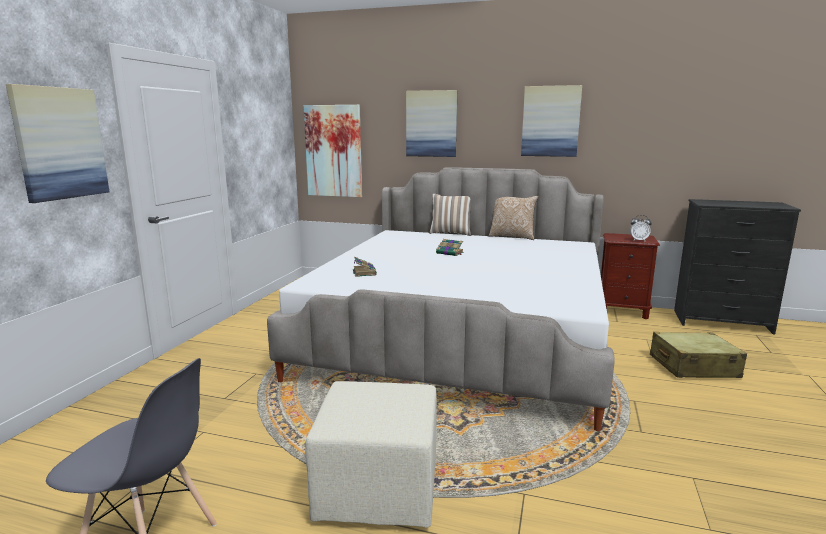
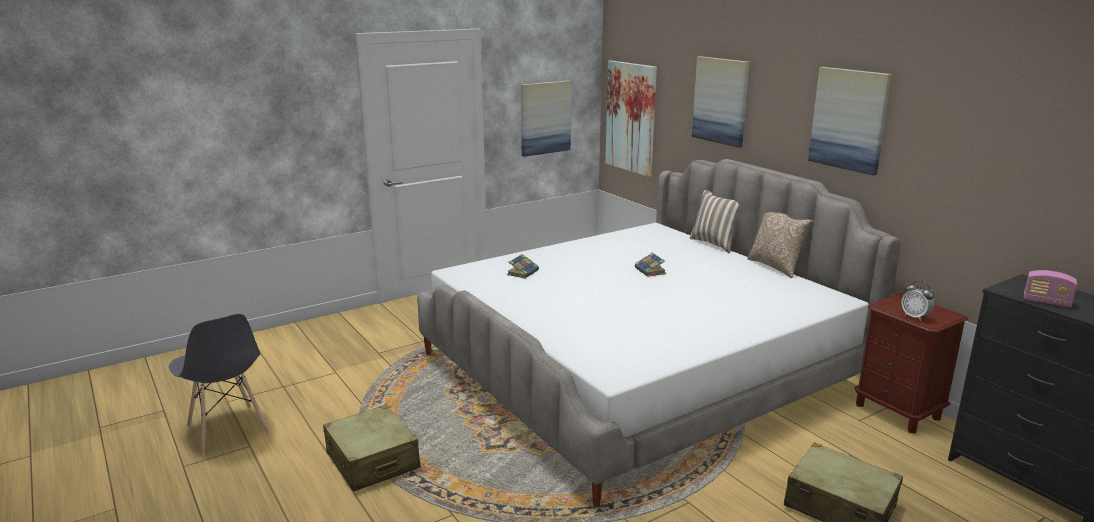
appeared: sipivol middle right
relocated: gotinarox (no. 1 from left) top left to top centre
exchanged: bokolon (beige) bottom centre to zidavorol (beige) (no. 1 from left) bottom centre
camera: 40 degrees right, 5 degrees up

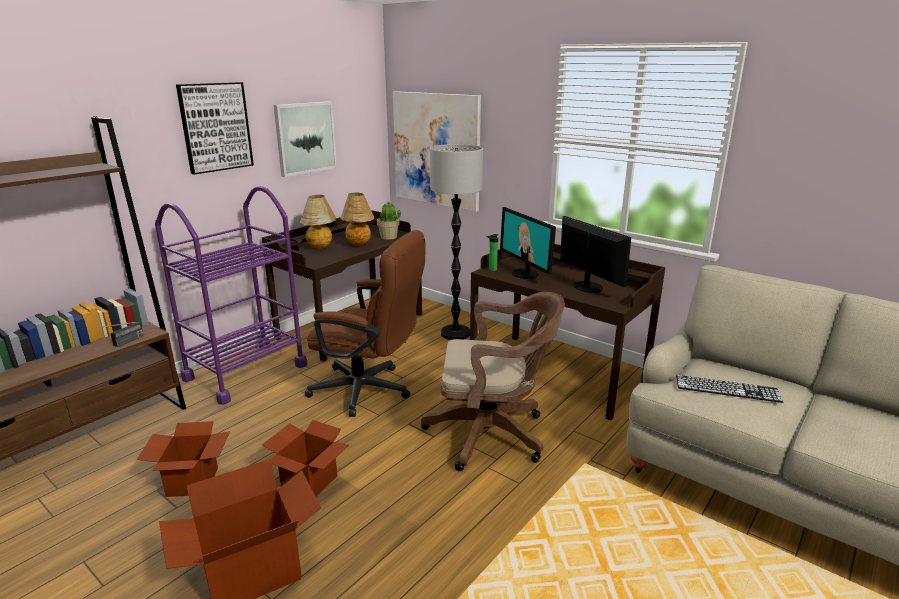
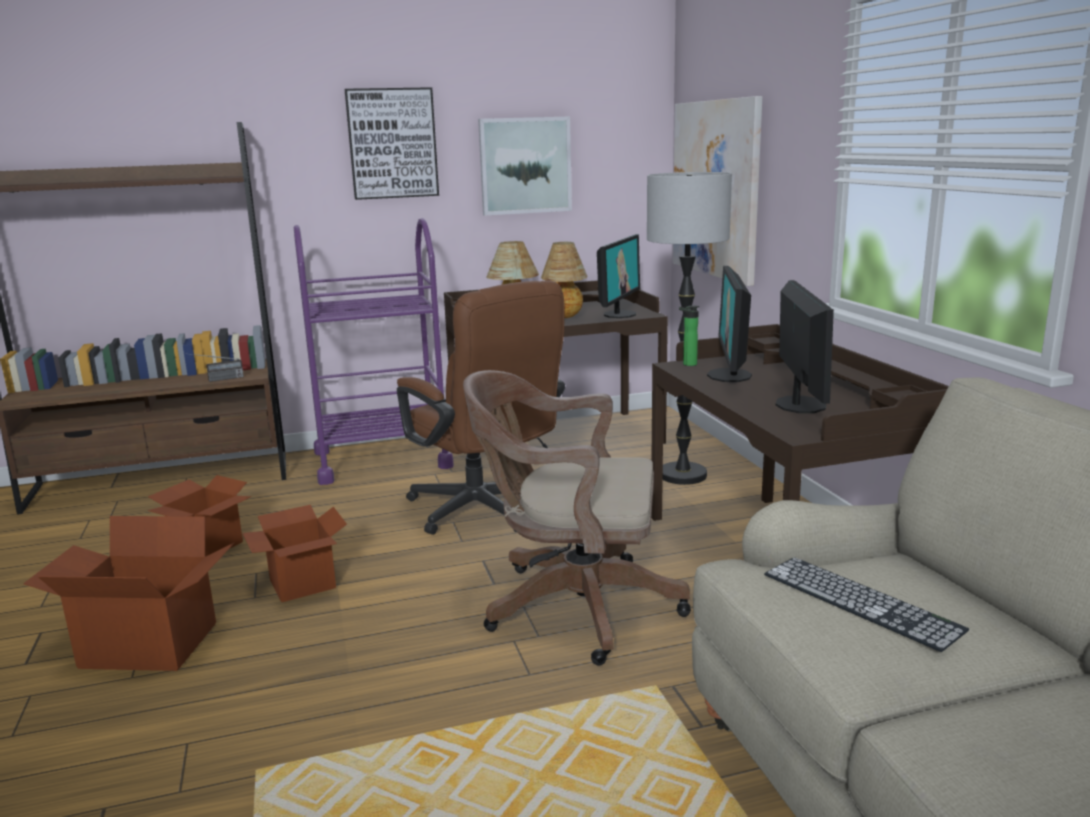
exchanged: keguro centre to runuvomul (no. 1 from left) centre
spun: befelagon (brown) (no. 2 from left) centre = centre 150 degrees clockwise
camera: 35 degrees right, 5 degrees down

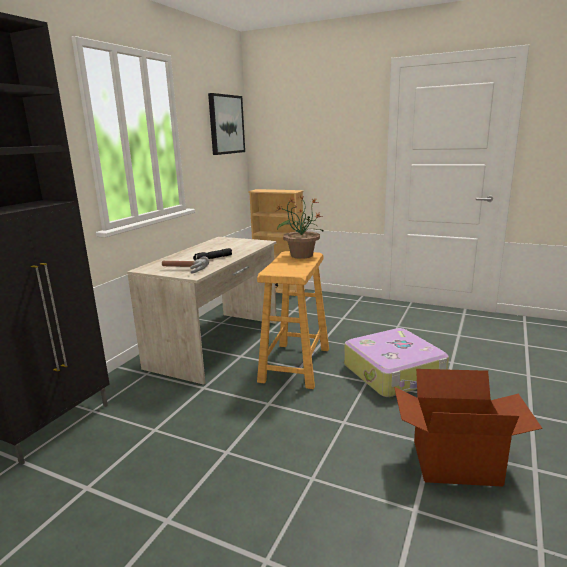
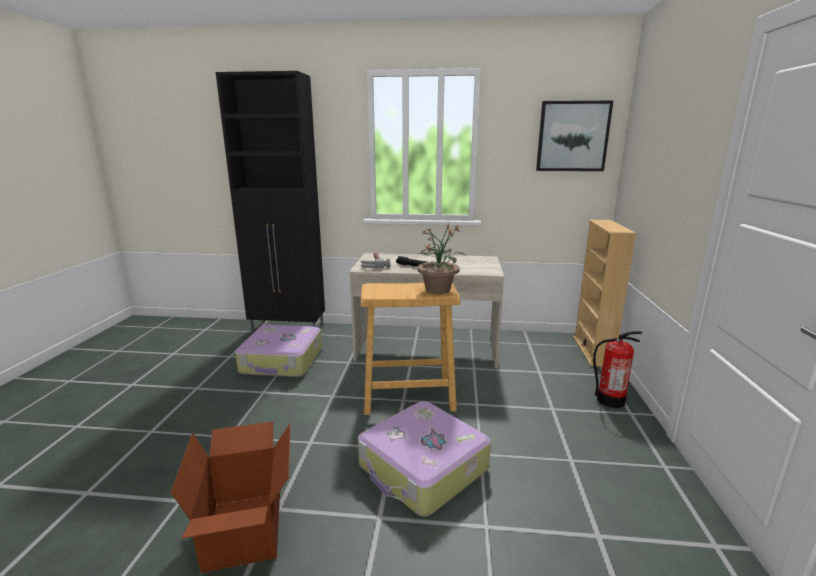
appeared: zidavorol (no. 1 from left) centre; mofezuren middle right
camera: 70 degrees right, 0 degrees up

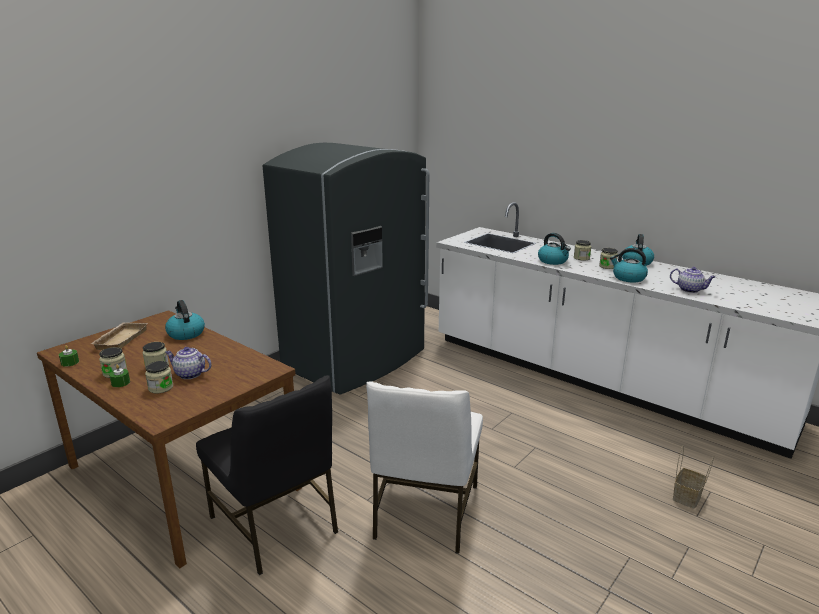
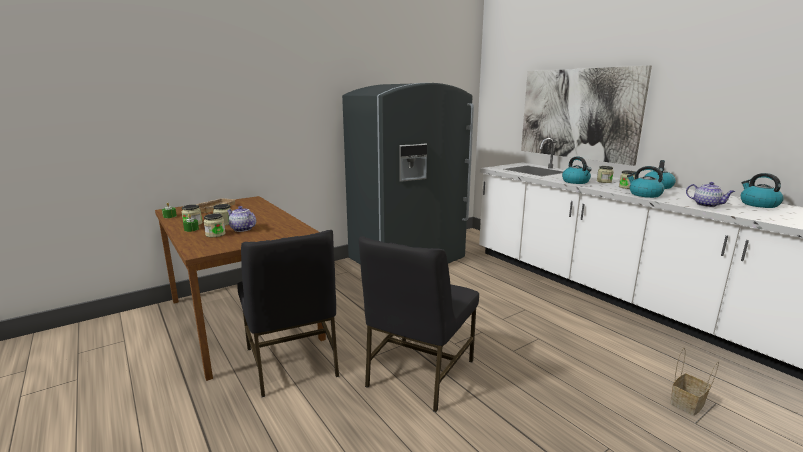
appeared: gotinarox top right
relocated: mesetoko (no. 1 from left in the first image) middle left to mesetoko (no. 4 from left) middle right
colour: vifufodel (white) bottom centre to vifufodel (black) (no. 2 from left) bottom centre
camera: 15 degrees right, 5 degrees down

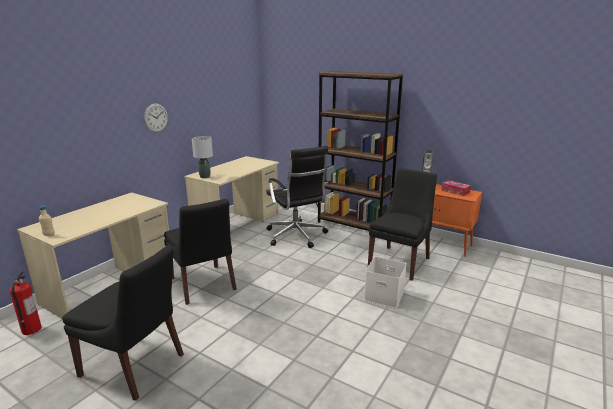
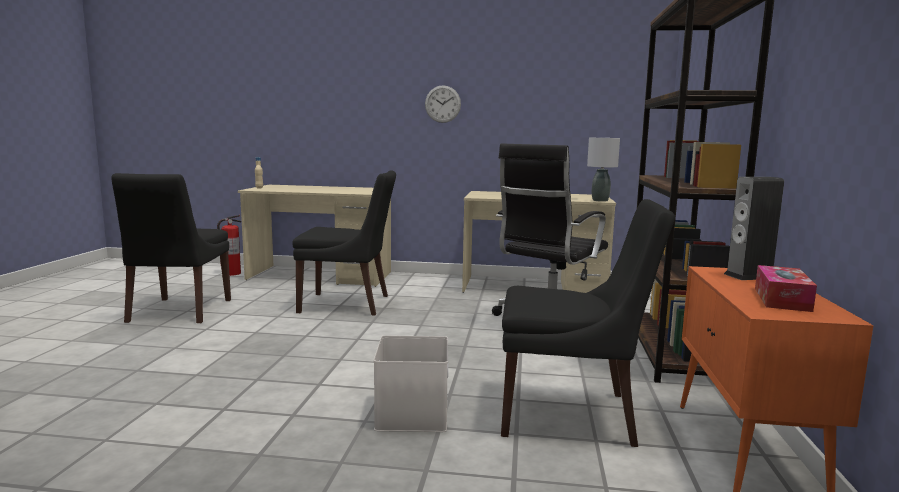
relocated: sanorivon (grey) middle left to middle right
spun: vifufodel (black) (no. 2 from left) middle left = centre 120 degrees counterclockwise
camera: 65 degrees right, 10 degrees down

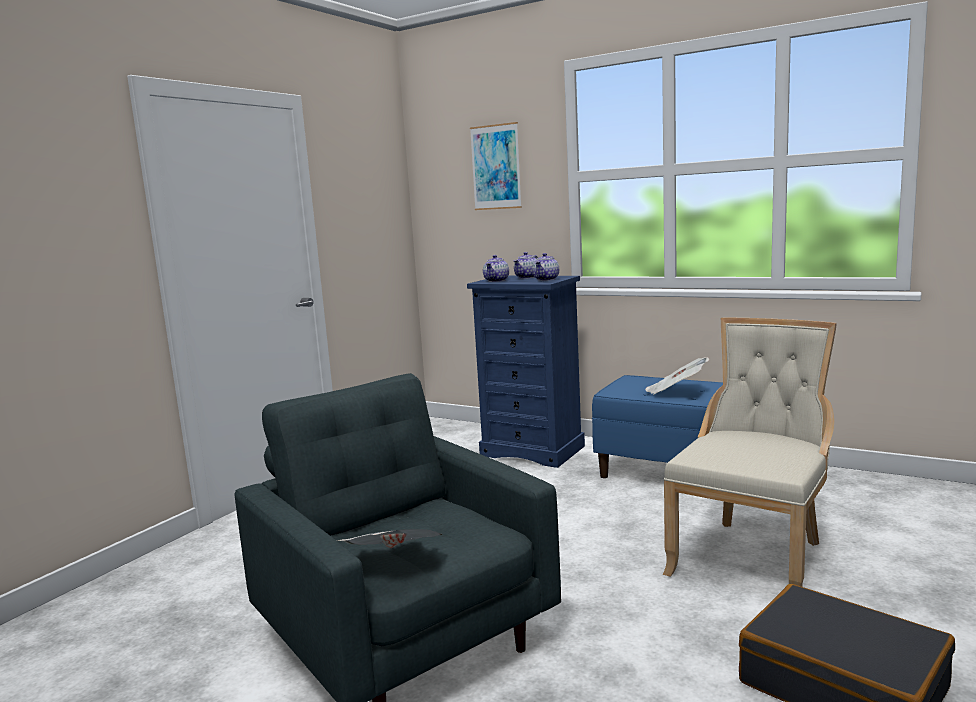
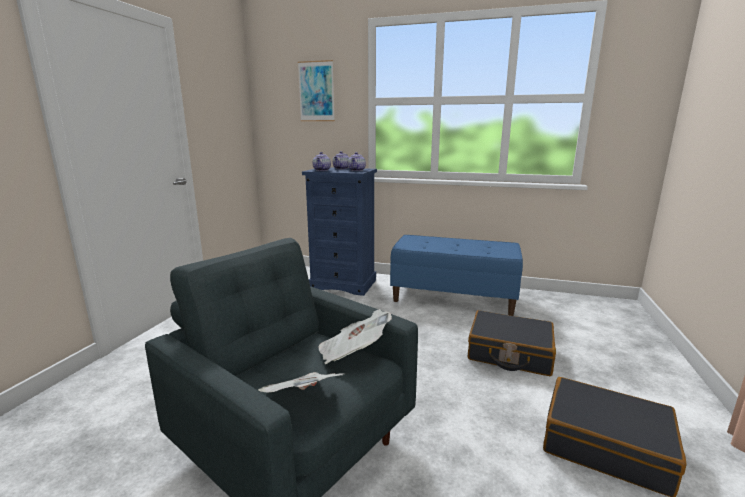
relocated: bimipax (no. 2 from left) middle right to bottom centre
exchanged: vifufodel (beige) middle right to zidavorol (black) (no. 1 from left) bottom right
camera: 15 degrees left, 5 degrees up

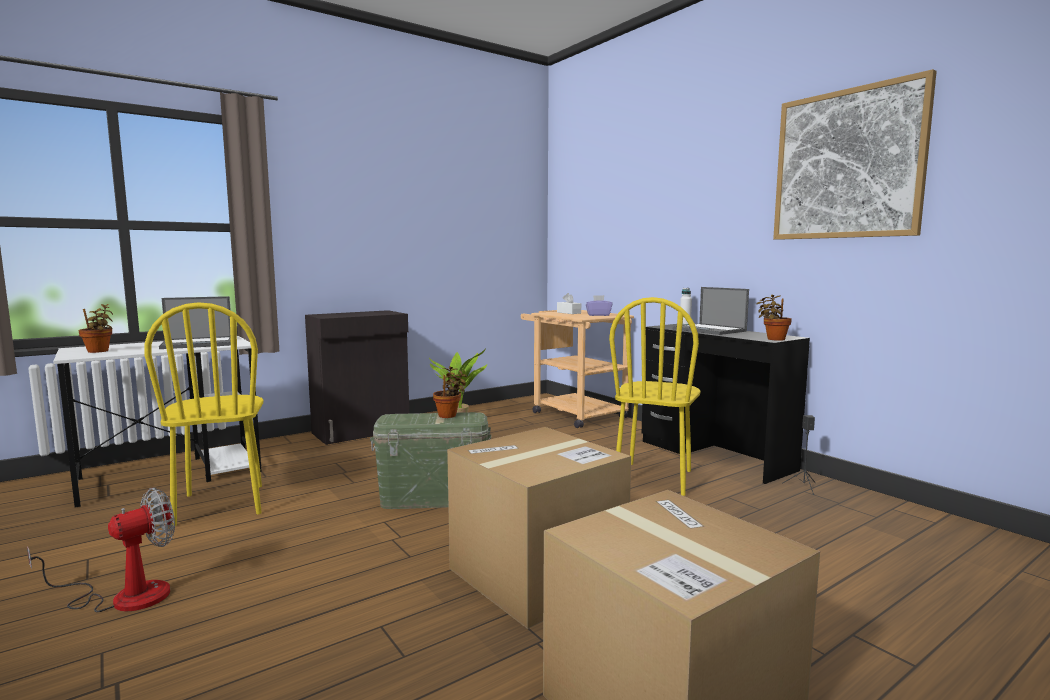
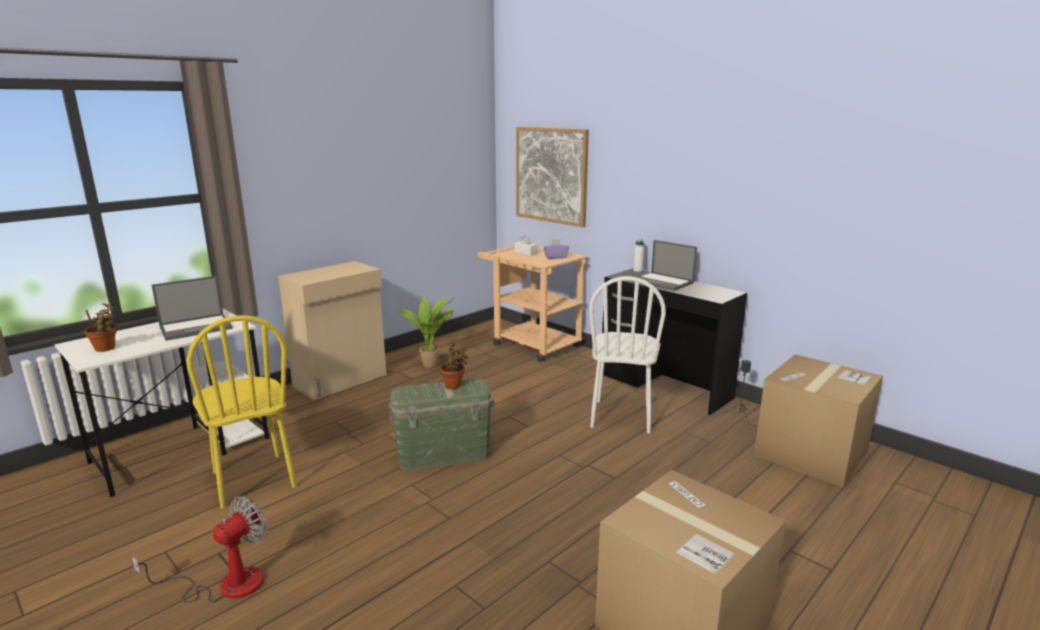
missing: keguro (no. 4 from left) middle right
relocated: gotinarox top right to top centre; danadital (no. 1 from left in the first image) bottom centre to danadital (no. 2 from left) bottom right
colour: vifufodel (yellow) (no. 2 from left) centre to vifufodel (white) centre; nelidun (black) centre to nelidun (beige) middle left
camera: 10 degrees left, 10 degrees up

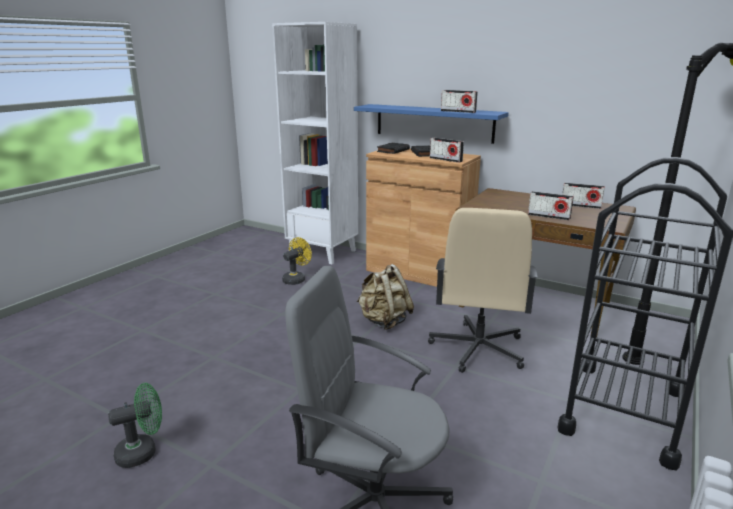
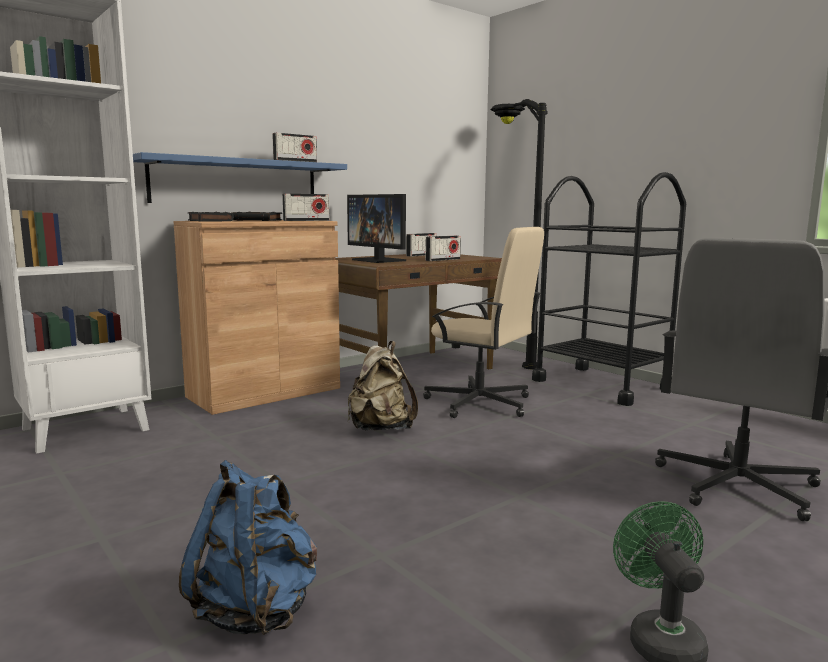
missing: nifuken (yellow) centre
appeared: runuvomul centre; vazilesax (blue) bottom left
camera: 70 degrees left, 10 degrees down

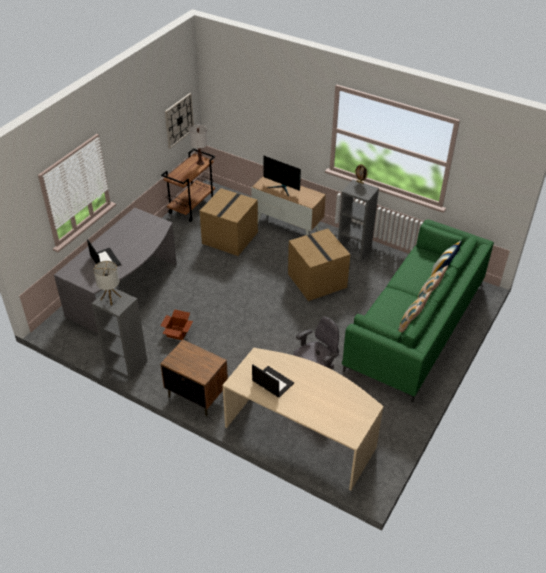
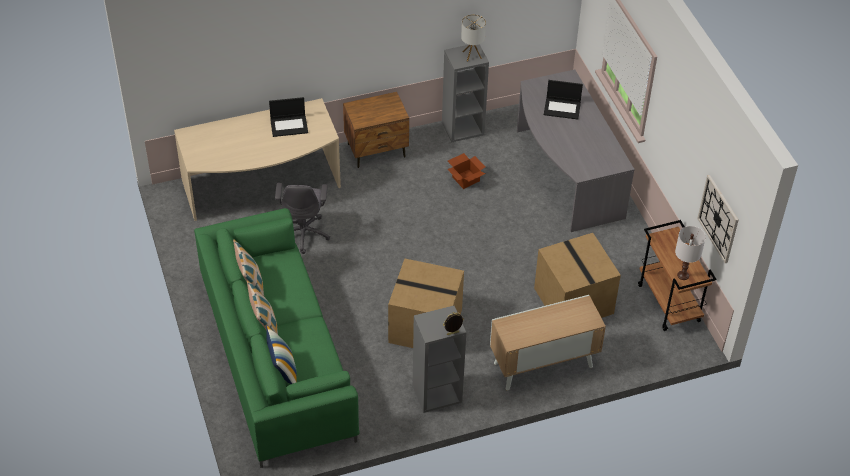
missing: runuvomul top centre
camera: 130 degrees right, 5 degrees up

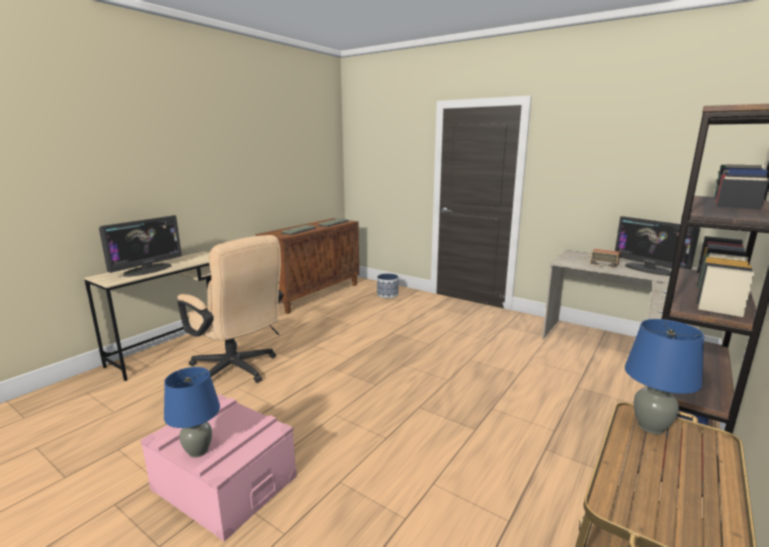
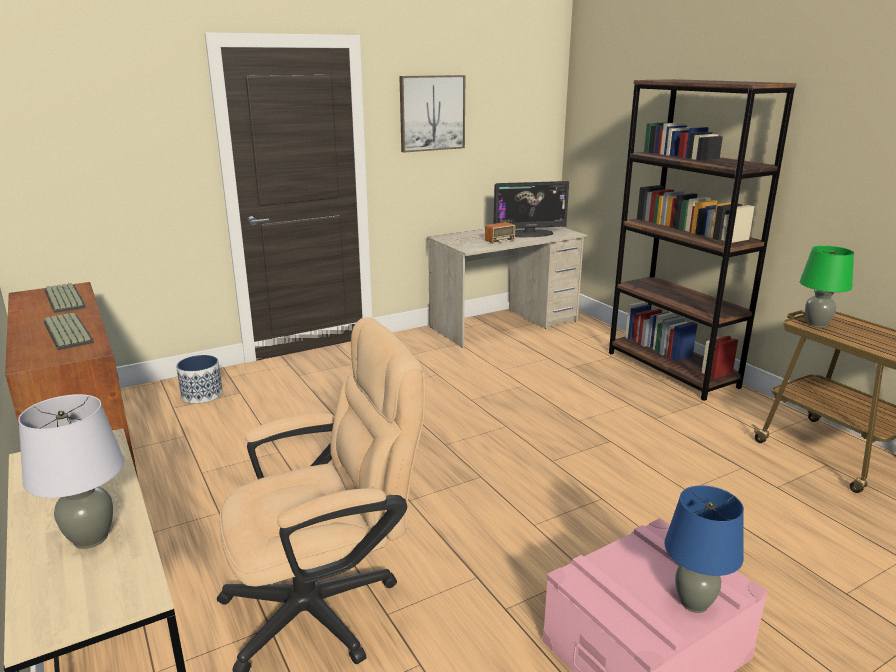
appeared: gotinarox top centre
exchanged: runuvomul (no. 1 from left) middle left to sanorivon (grey) bottom left
colour: sanorivon (blue) (no. 2 from left) bottom right to sanorivon (green) middle right
camera: 65 degrees left, 5 degrees up

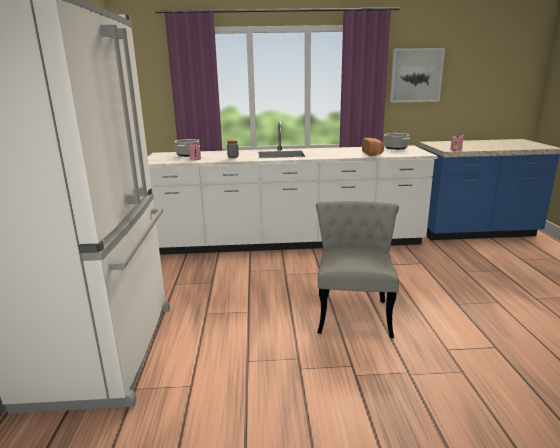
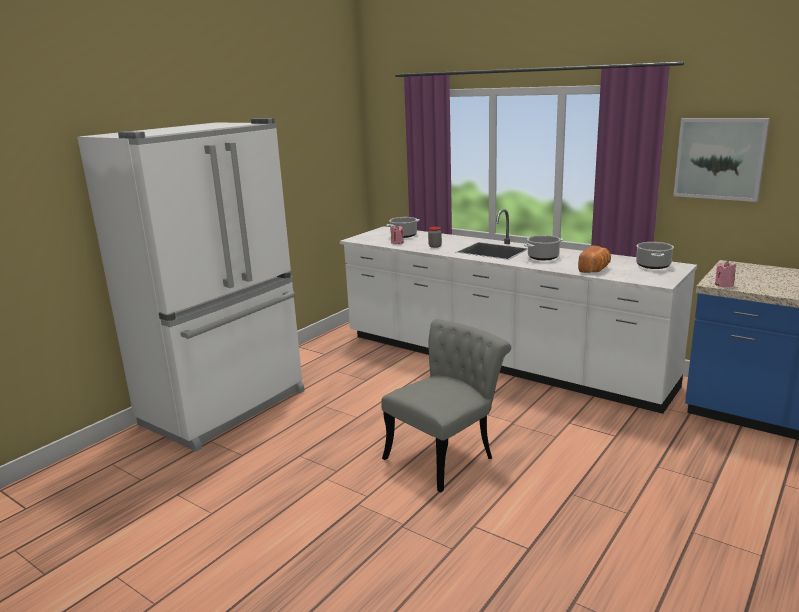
appeared: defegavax (no. 2 from left) middle right
camera: 40 degrees right, 0 degrees up

